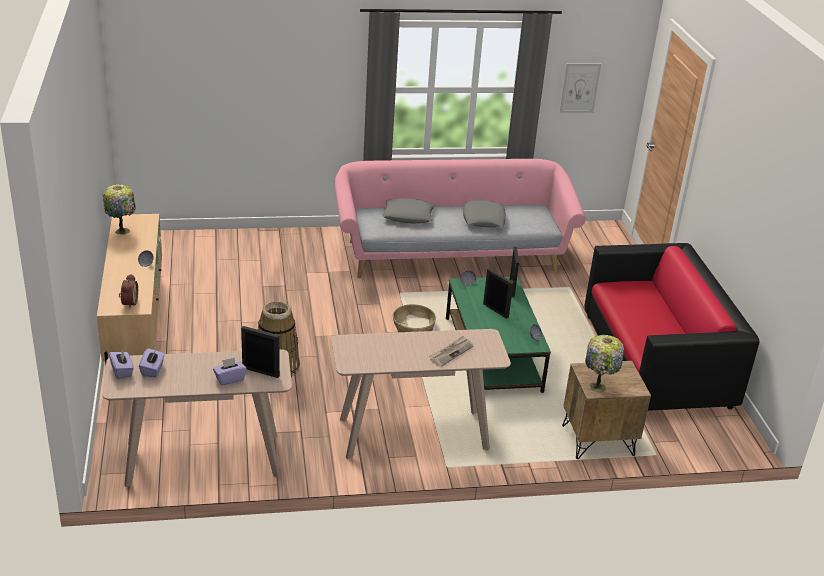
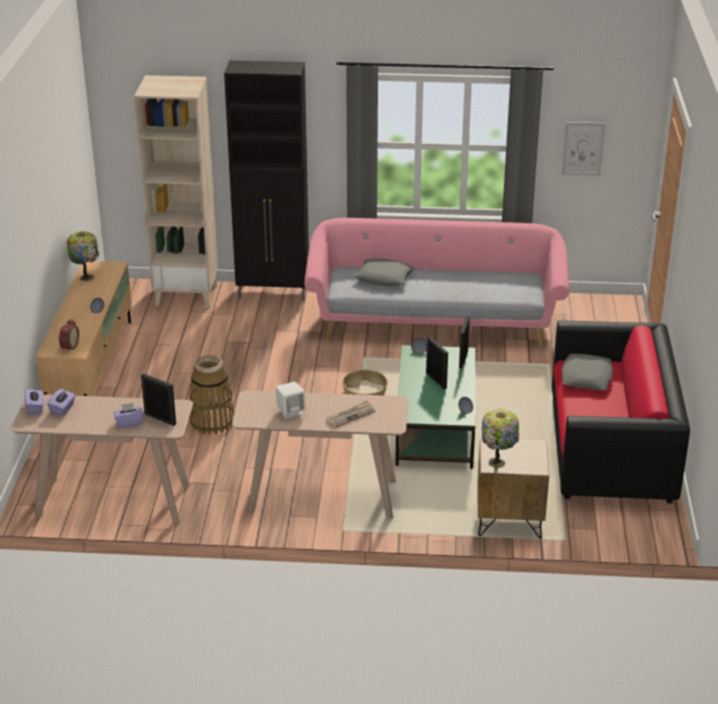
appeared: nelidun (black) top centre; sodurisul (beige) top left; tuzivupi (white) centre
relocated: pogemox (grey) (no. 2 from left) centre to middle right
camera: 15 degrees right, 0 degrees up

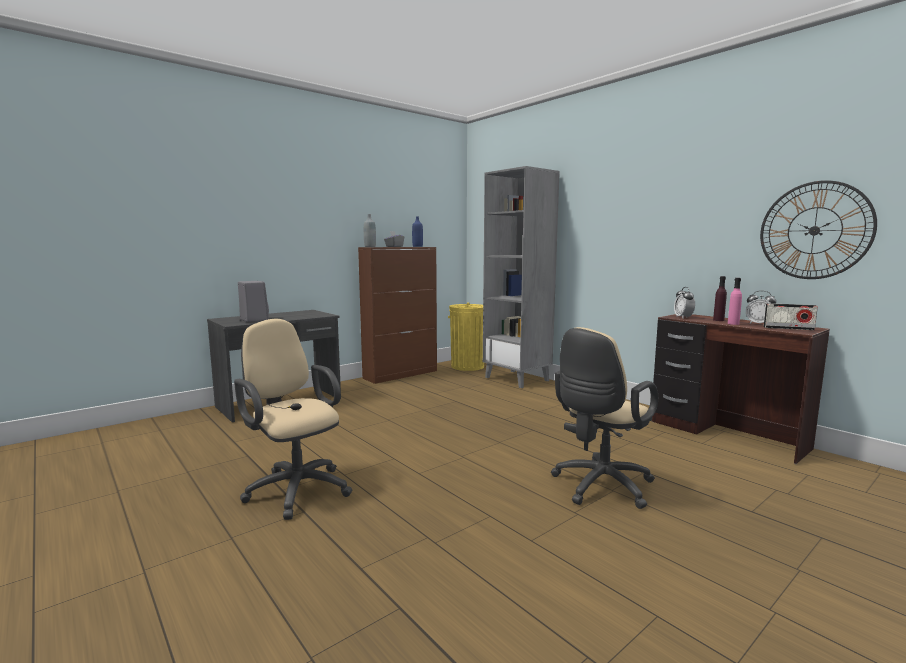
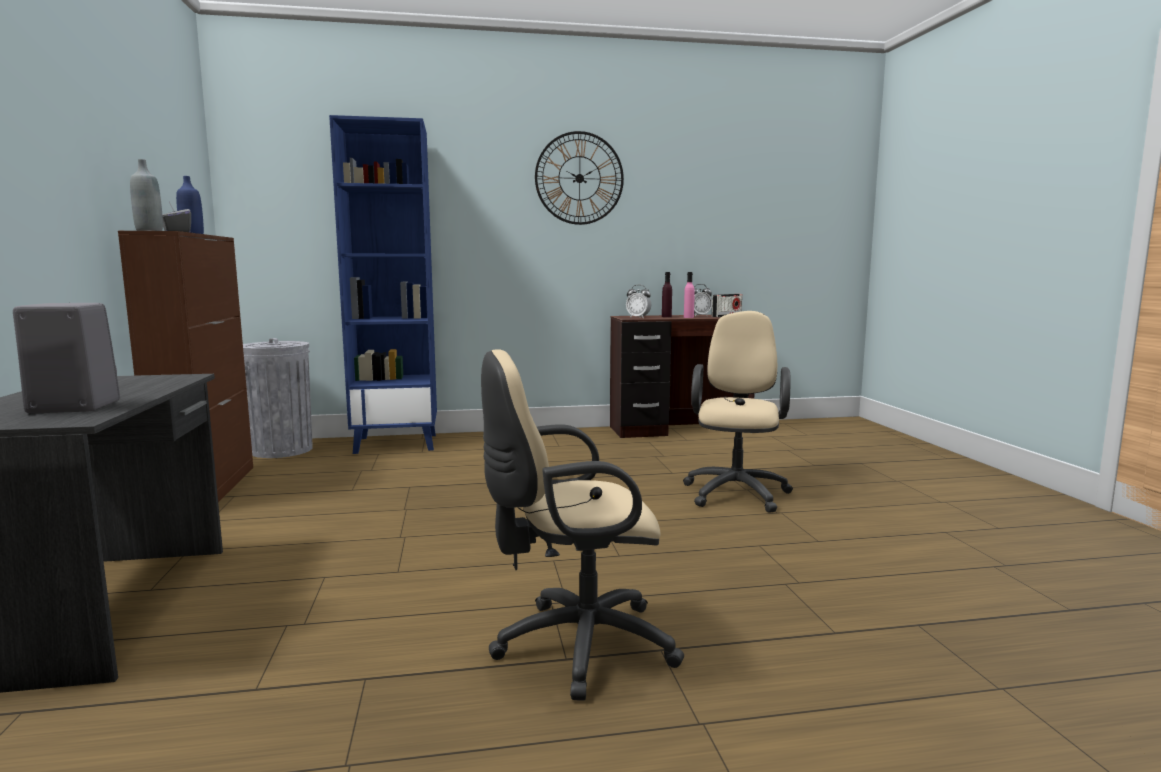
relocated: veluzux middle right to top centre
colour: sodurisul (grey) centre to sodurisul (blue) middle left; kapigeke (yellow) centre to kapigeke (grey) middle left
spun: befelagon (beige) (no. 2 from left) middle right = centre 150 degrees counterclockwise
camera: 60 degrees left, 0 degrees up

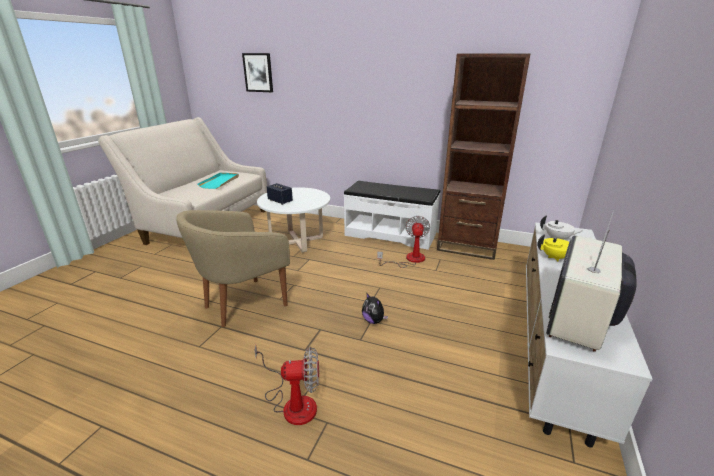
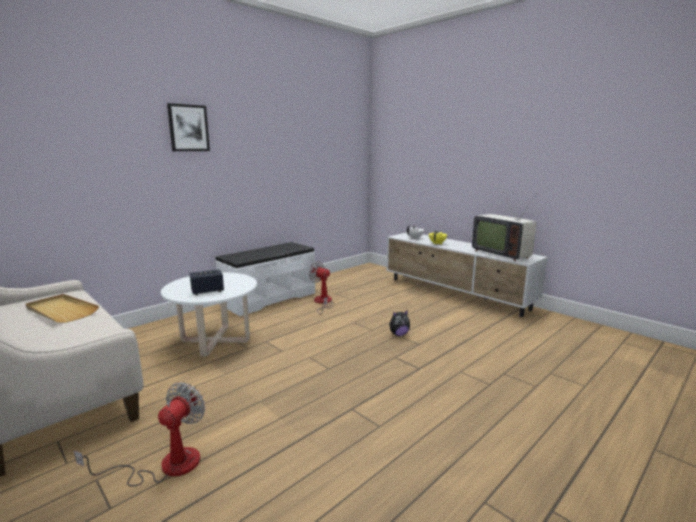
missing: sodurisul (brown) top right; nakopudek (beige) middle left
relocated: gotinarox top centre to top left; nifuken (no. 1 from left) bottom centre to bottom left
colour: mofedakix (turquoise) middle left to mofedakix (beige) middle left
camera: 65 degrees left, 10 degrees down

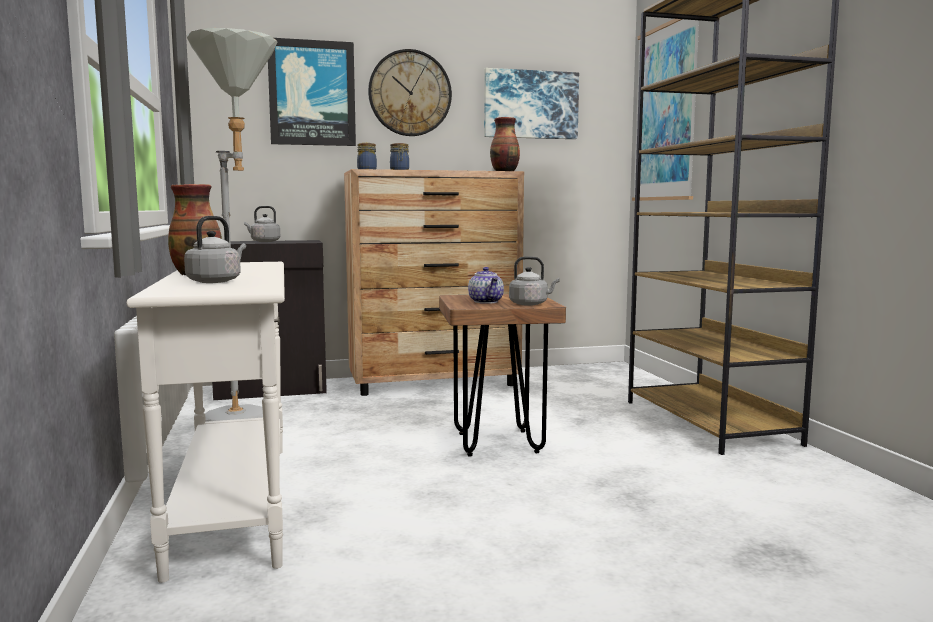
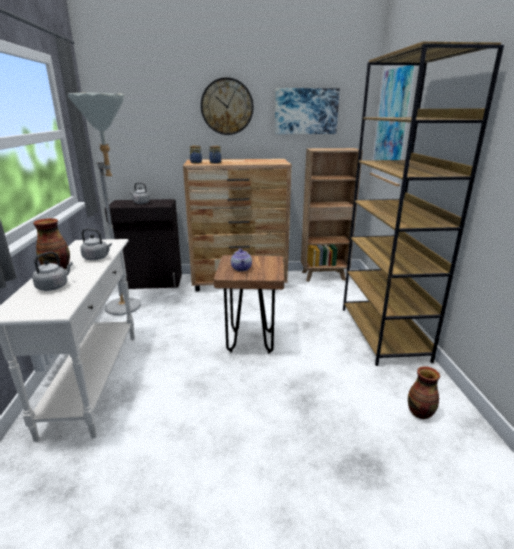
missing: gotinarox (no. 1 from left) top centre
appeared: sodurisul (brown) (no. 1 from left) centre
relocated: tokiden (no. 2 from left) top centre to bottom right; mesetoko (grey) (no. 3 from left in the first image) centre to mesetoko (grey) (no. 2 from left) middle left
camera: 10 degrees right, 15 degrees up

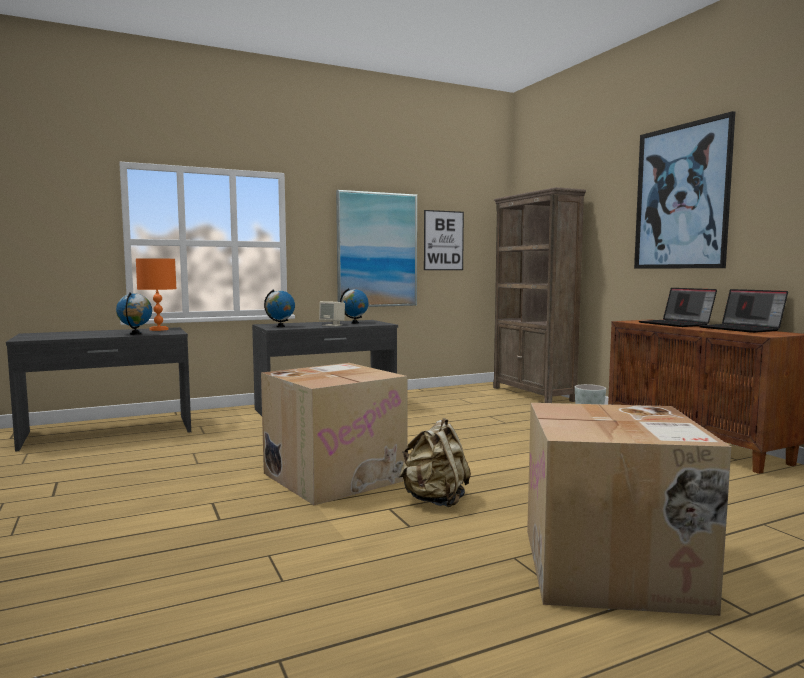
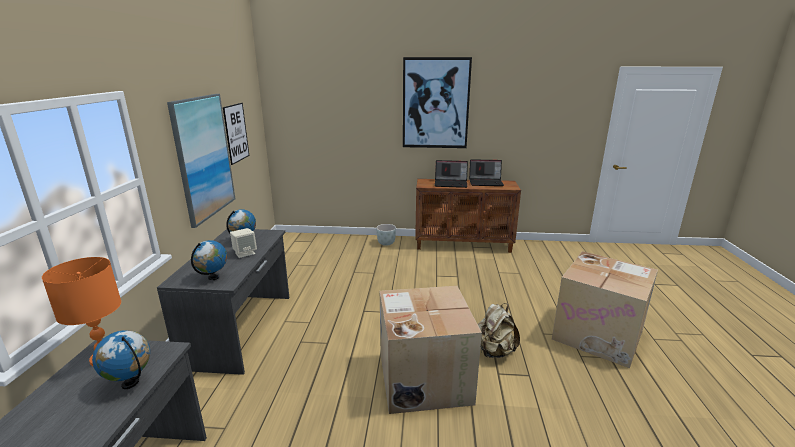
missing: sodurisul (brown) middle right
camera: 60 degrees left, 15 degrees up

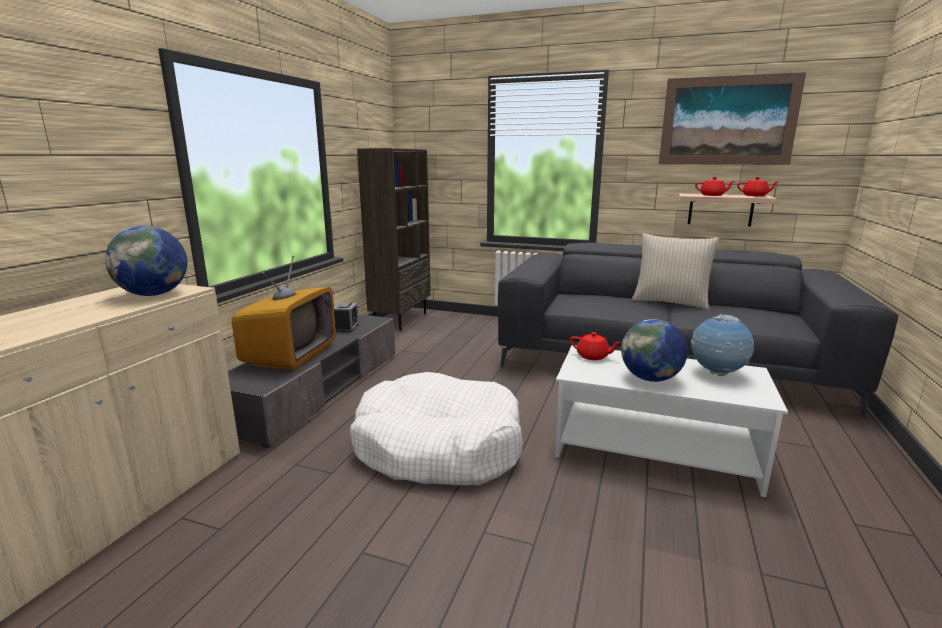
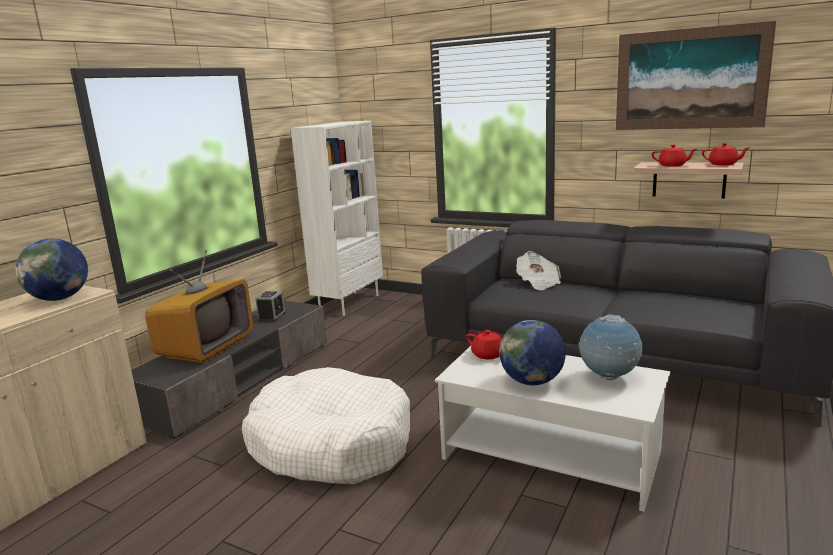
missing: pogemox (beige) middle right
appeared: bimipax centre
colour: sodurisul (brown) centre to sodurisul (white) centre
camera: 10 degrees right, 0 degrees up

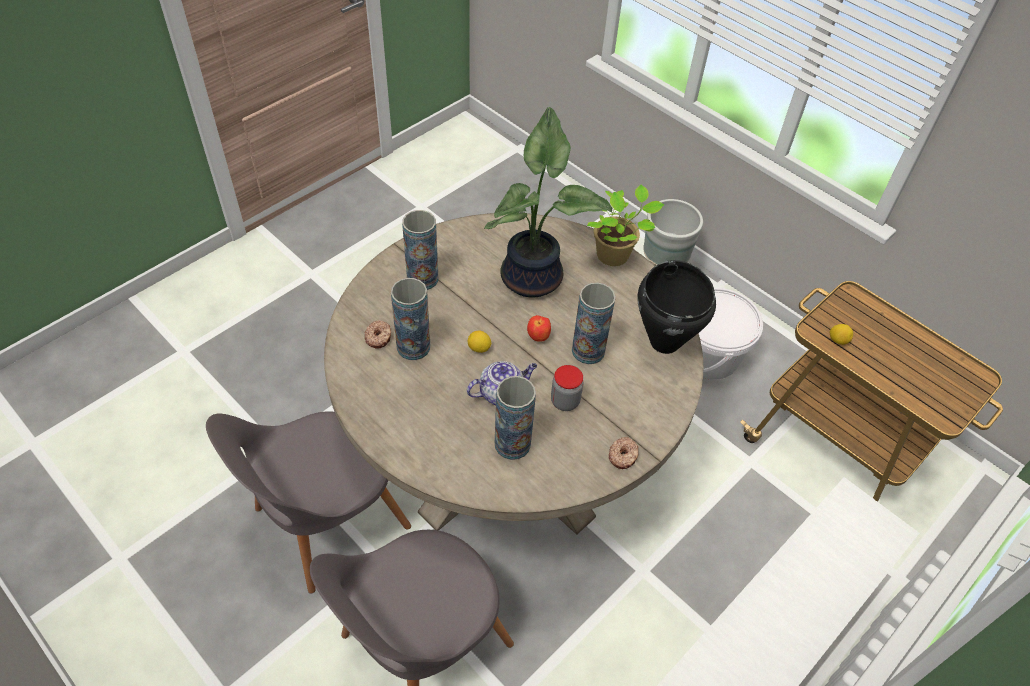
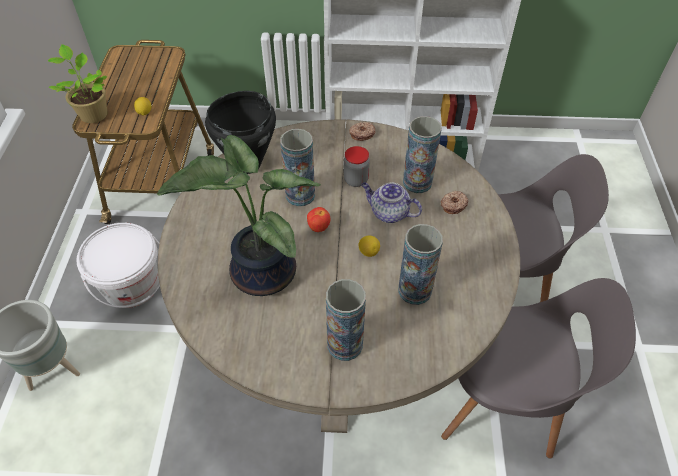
relocated: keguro (no. 2 from left in the first image) top centre to keguro (no. 1 from left) top left; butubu (no. 1 from left in the first image) centre to butubu (no. 2 from left) middle right
camera: 130 degrees left, 0 degrees up

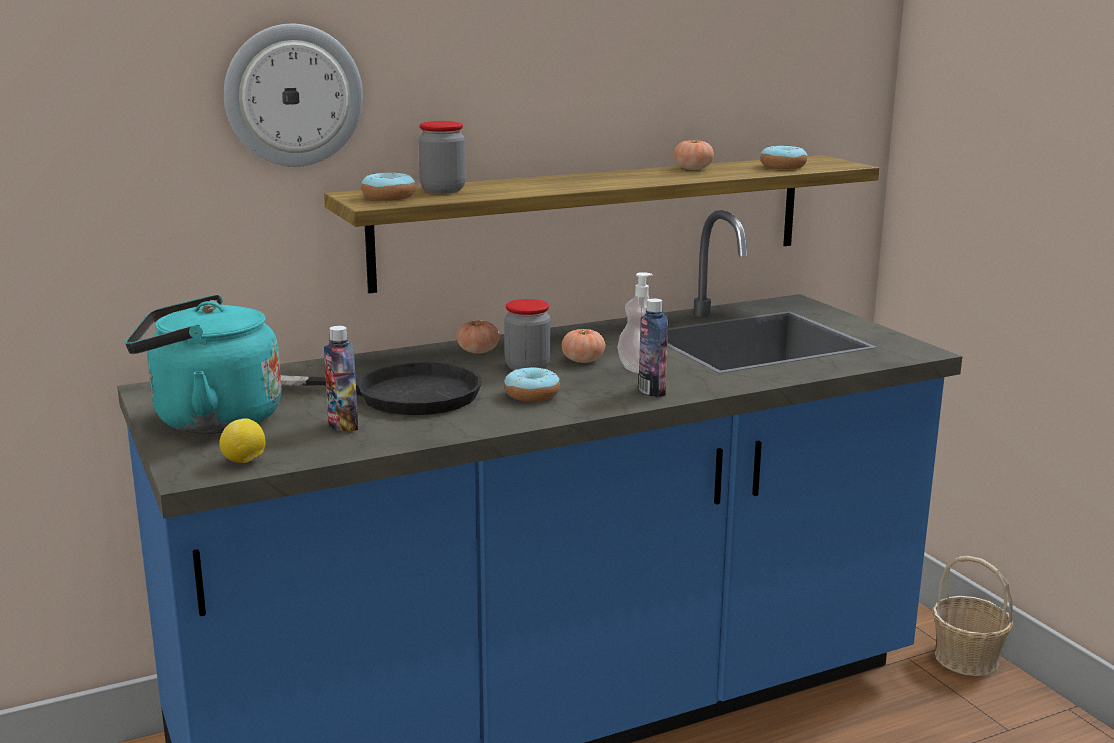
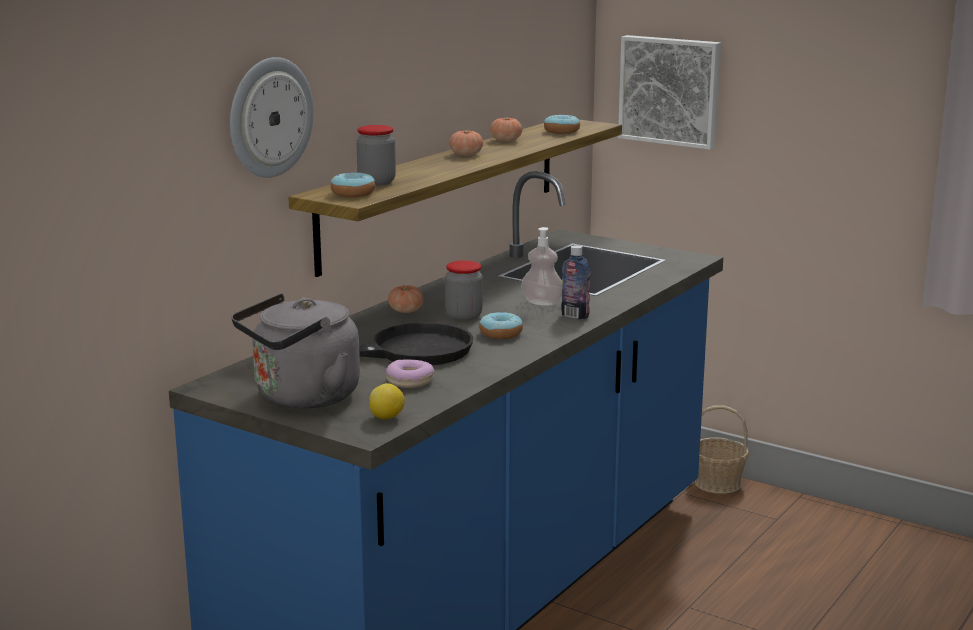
appeared: gotinarox top right
relocated: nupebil (no. 2 from left) centre to top centre
exchanged: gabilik (no. 1 from left) middle left to butubu (no. 2 from left) centre
colour: mesetoko (turquoise) middle left to mesetoko (grey) middle left
camera: 30 degrees left, 0 degrees up

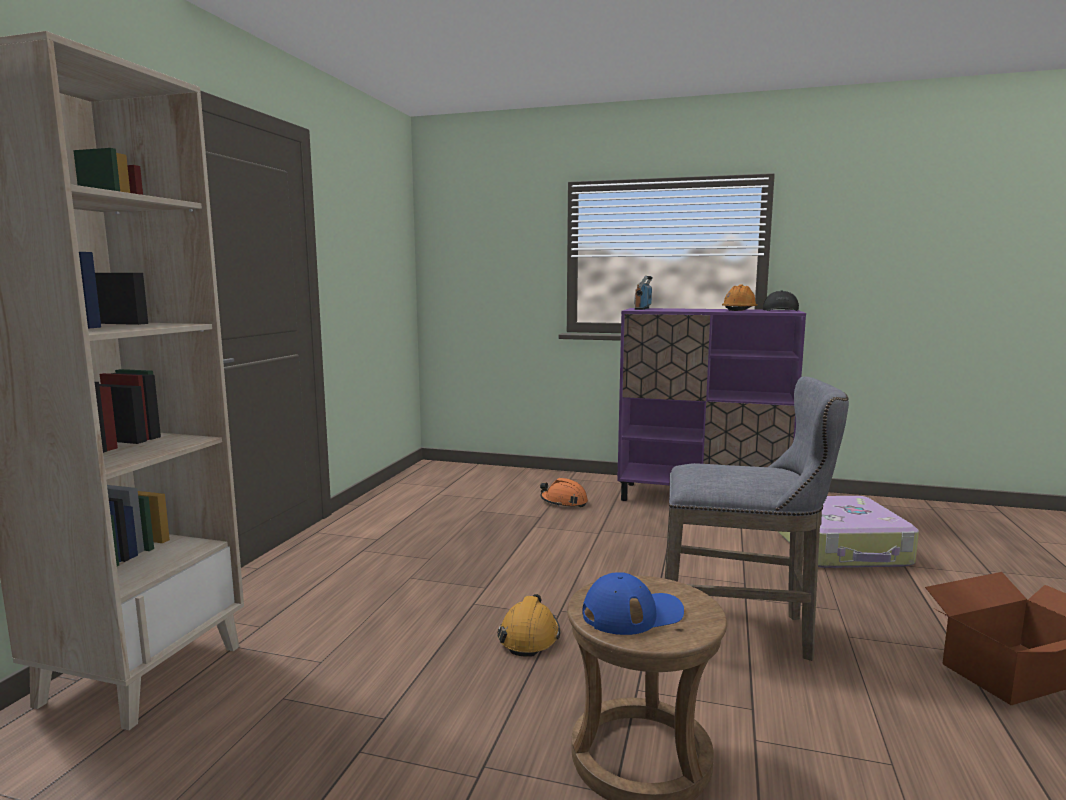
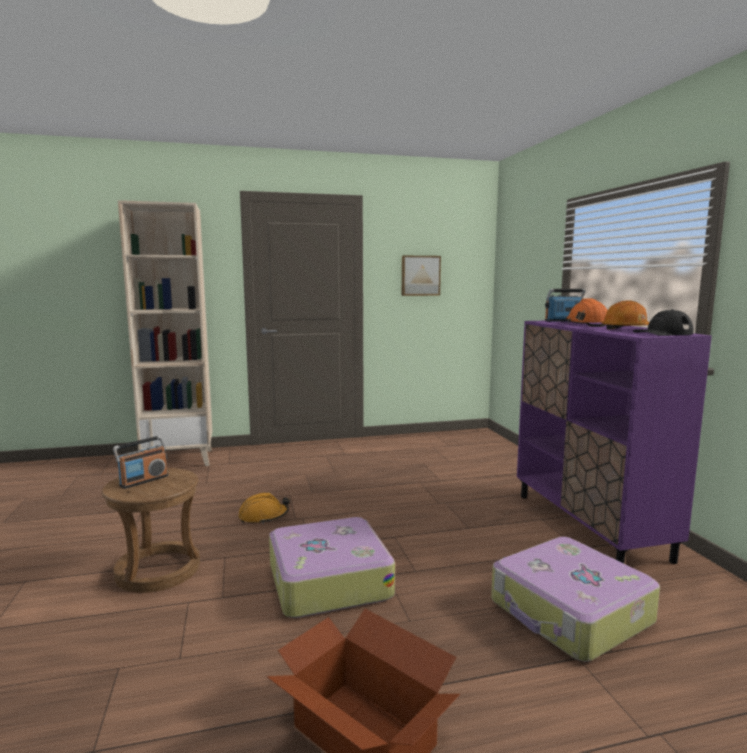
appeared: gotinarox centre
relocated: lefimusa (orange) (no. 2 from left) centre to middle right
exchanged: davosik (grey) middle right to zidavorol (no. 1 from left) bottom centre; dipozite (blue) bottom centre to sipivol (no. 1 from left) middle left
camera: 60 degrees right, 0 degrees up

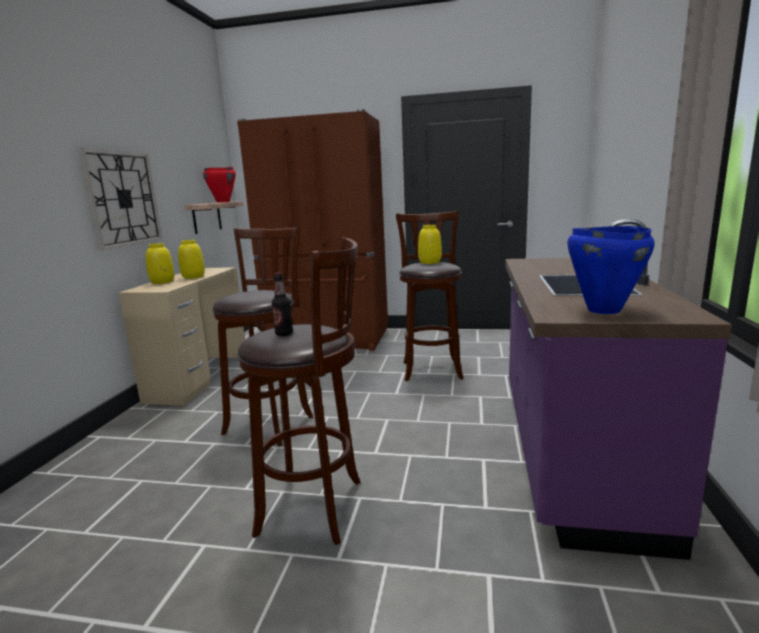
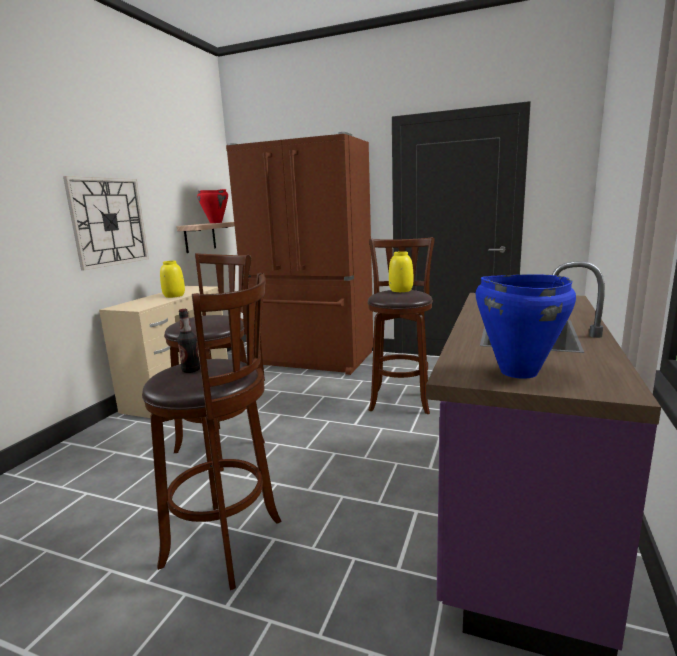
missing: tokiden (yellow) (no. 1 from left) middle left
camera: 10 degrees right, 0 degrees up

